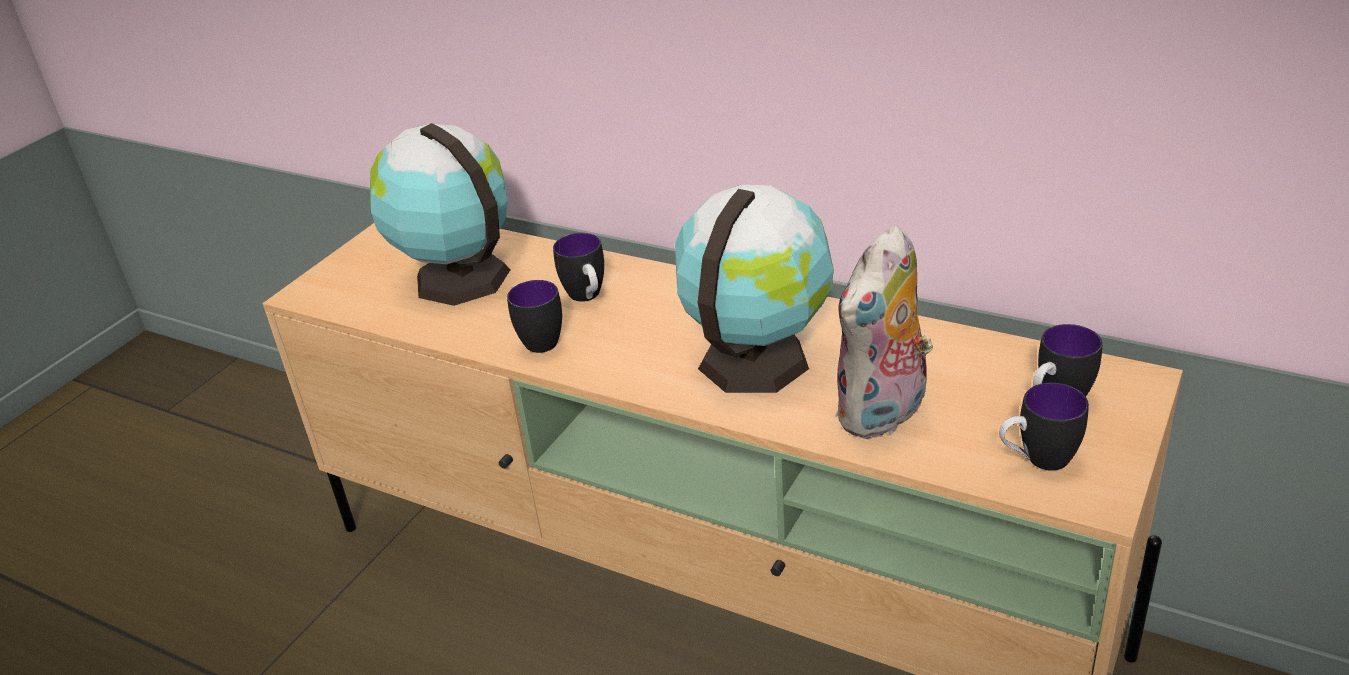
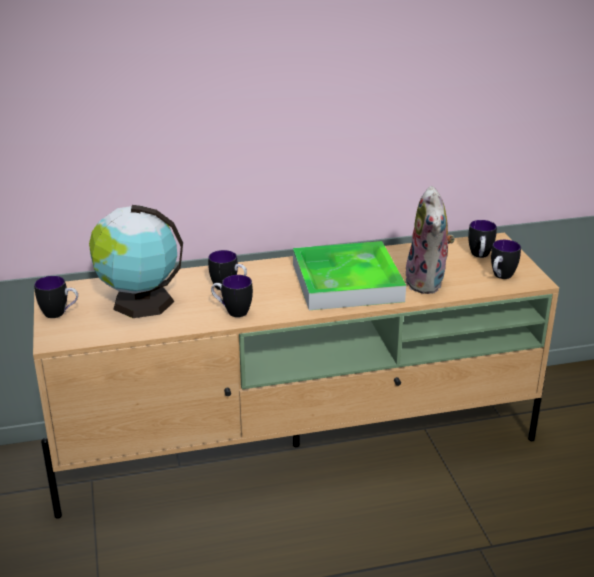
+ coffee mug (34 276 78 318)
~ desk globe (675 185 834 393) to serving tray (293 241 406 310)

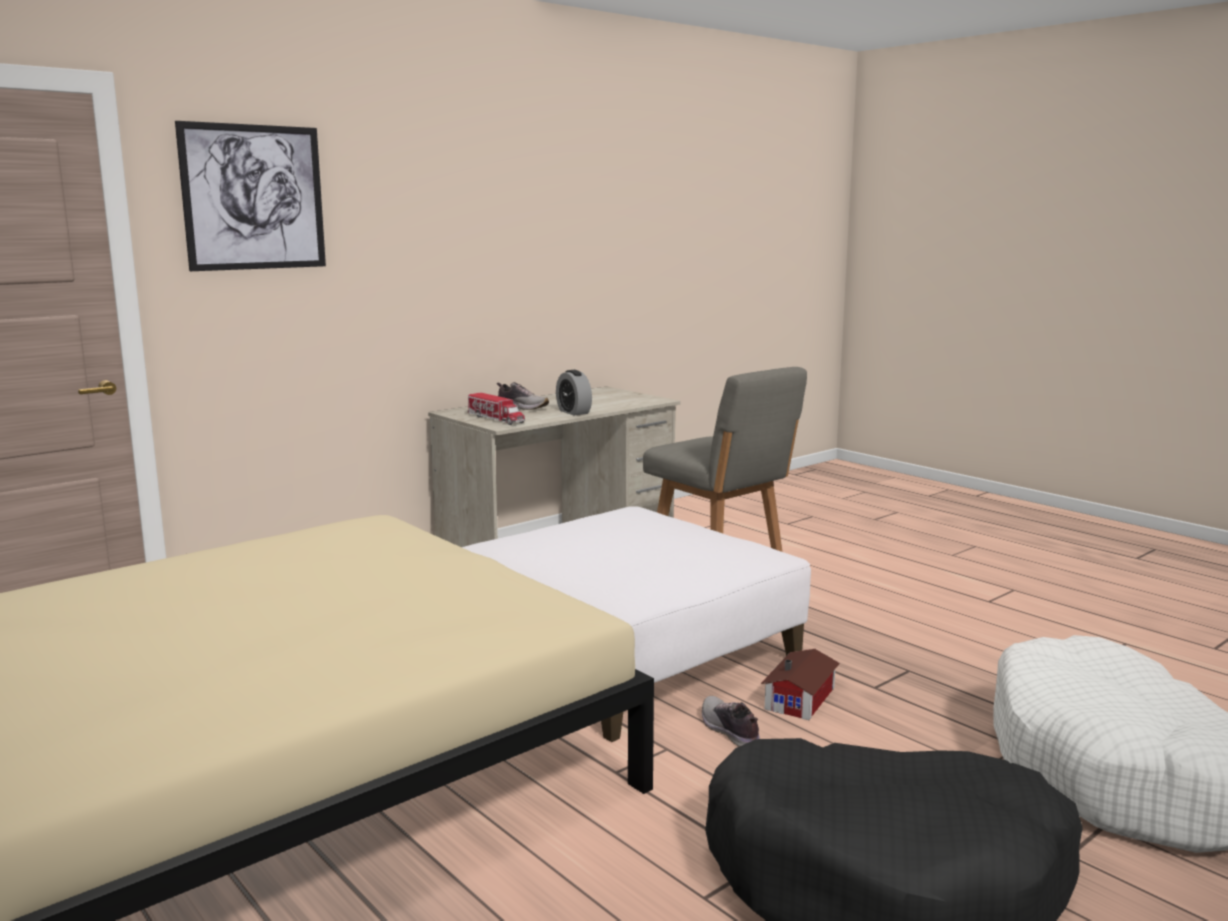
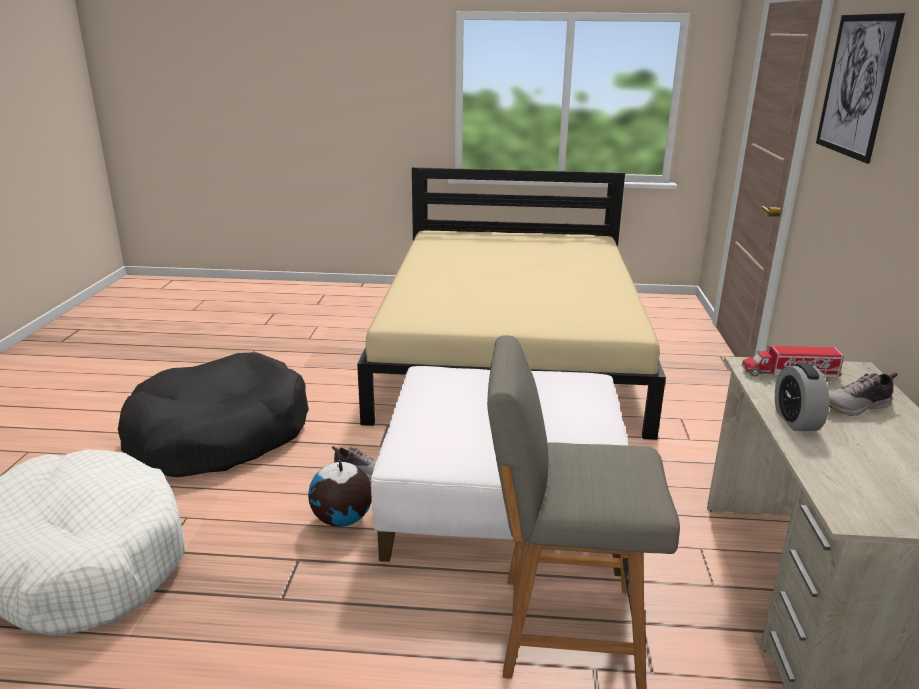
~ miniature house (761 649 840 720) to desk globe (308 460 372 527)
~ alarm clock (556 370 592 416) = (775 363 829 431) 105 degrees counterclockwise

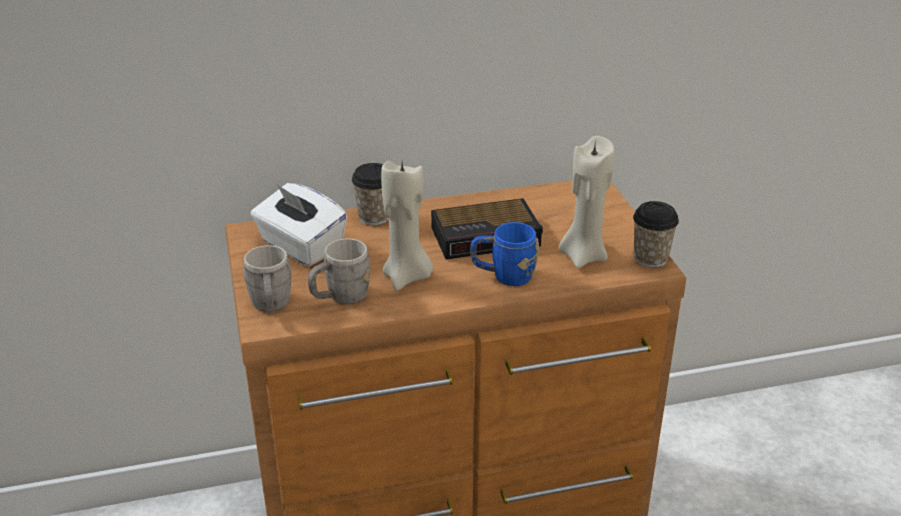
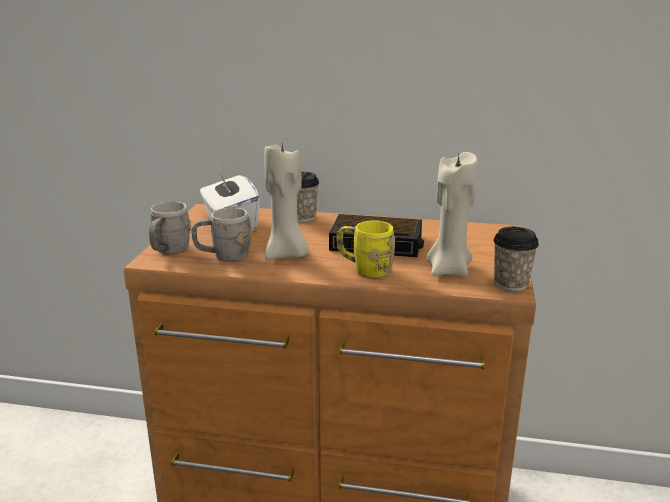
~ coffee mug in blue-coloured (471 222 539 286) to coffee mug in yellow-coloured (337 221 395 278)

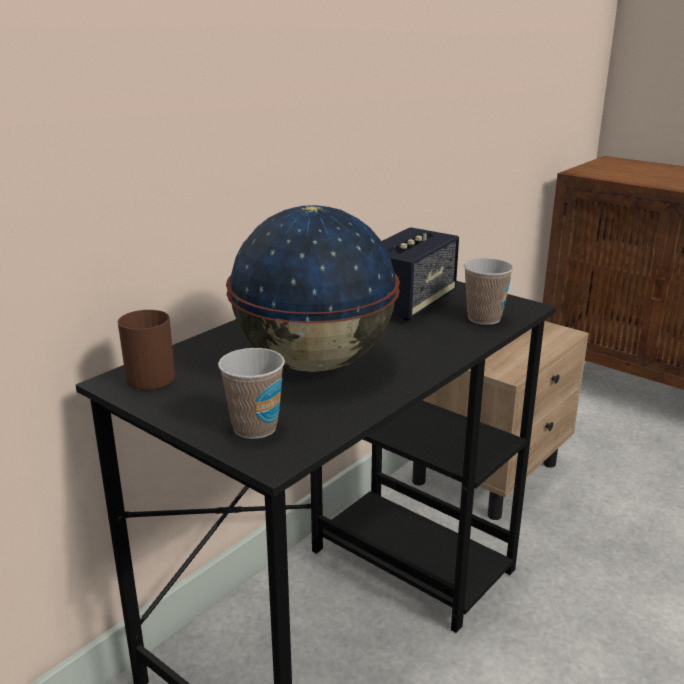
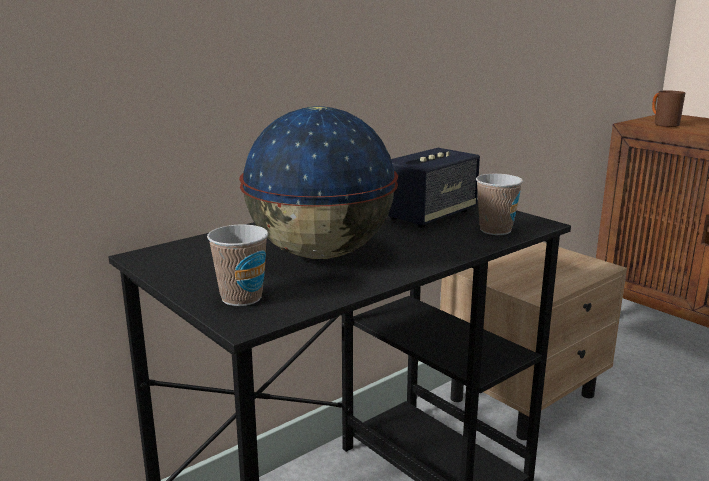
~ coffee mug in brown (118 310 175 390) to (652 90 685 127)

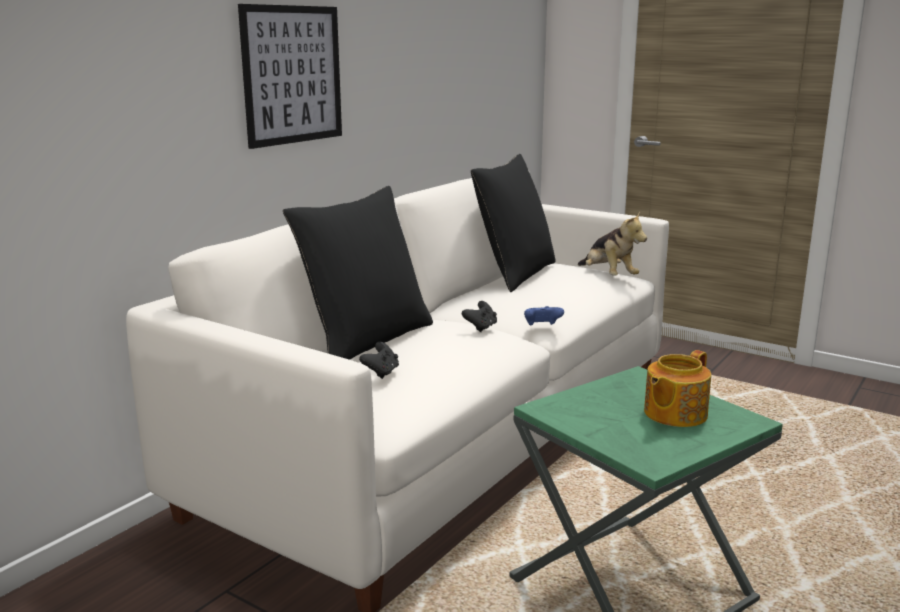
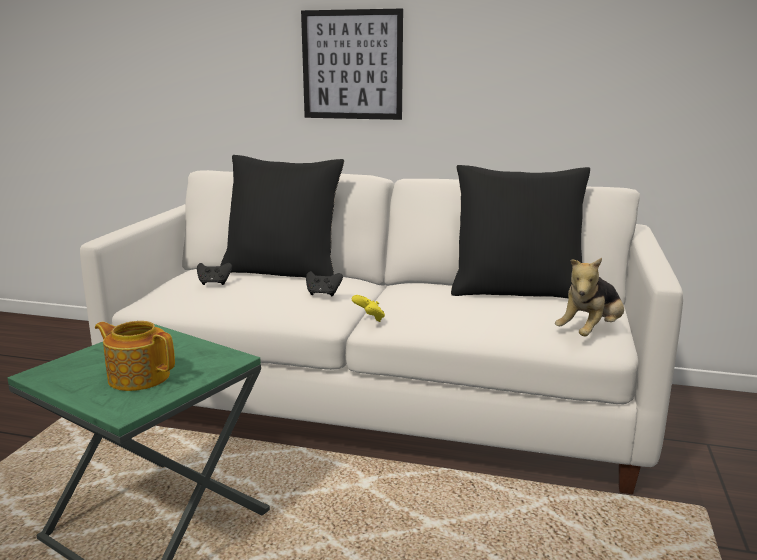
~ joypad in blue-coloured (524 306 564 326) to joypad in yellow-coloured (352 295 385 322)

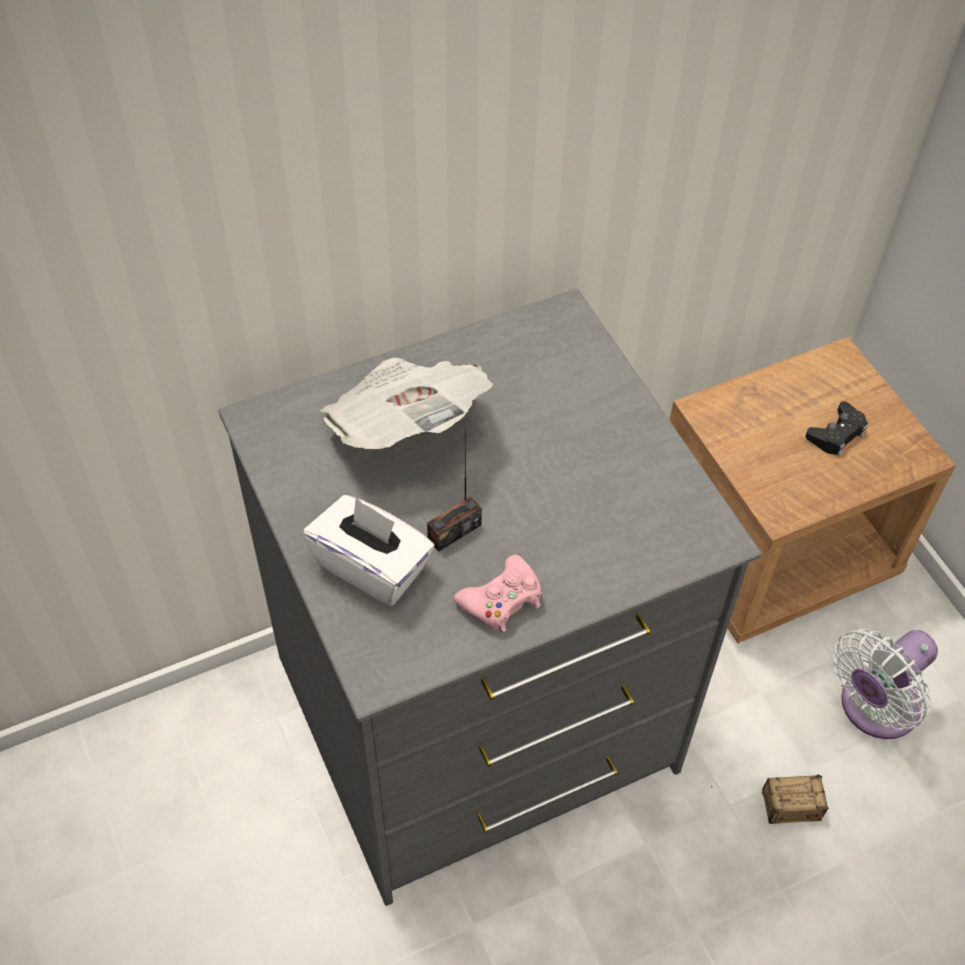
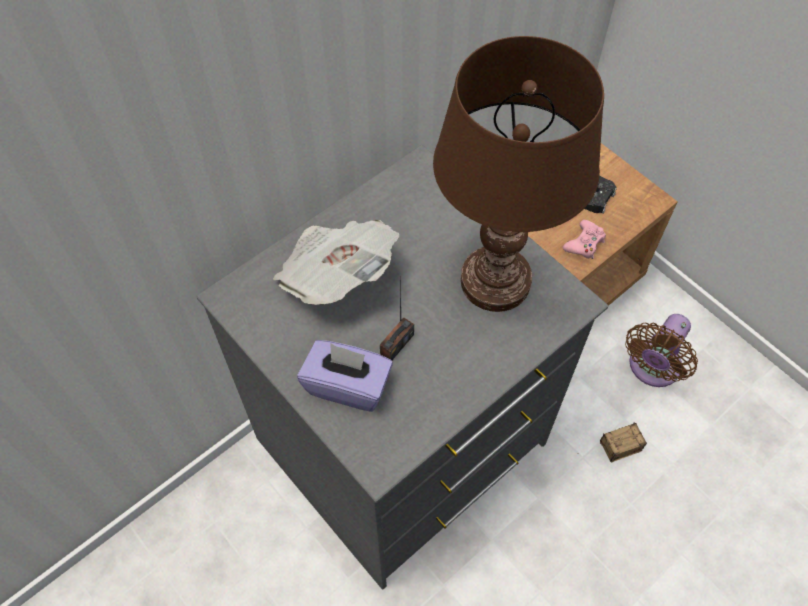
+ table lamp in brown (433 36 604 312)
~ joypad in pink-coloured (454 555 542 633) to (563 220 606 259)
~ tissue box in white-coloured (303 495 434 606) to tissue box in purple-coloured (297 340 393 412)
~ cooling fan in white-coloured (833 629 938 739) to cooling fan in brown (625 314 698 387)

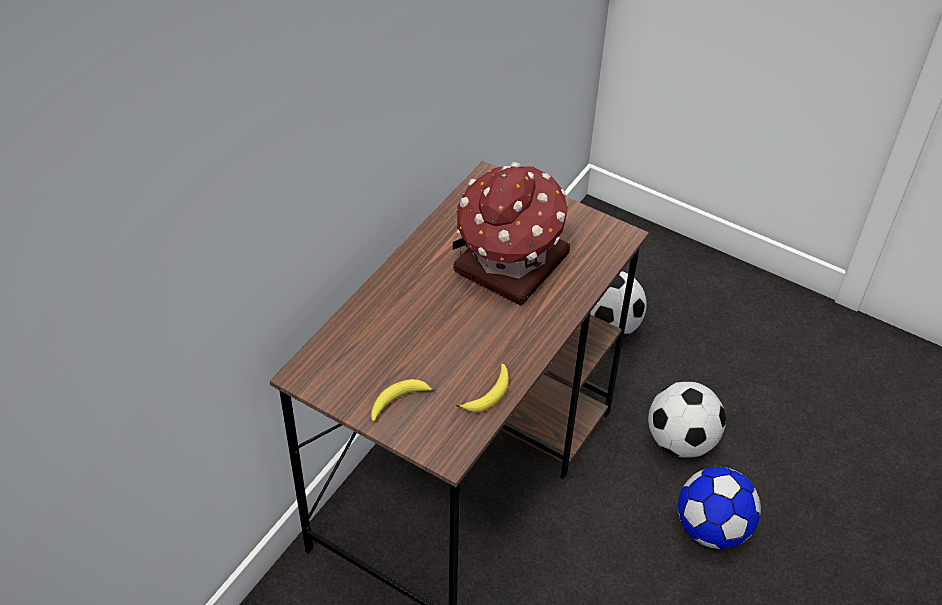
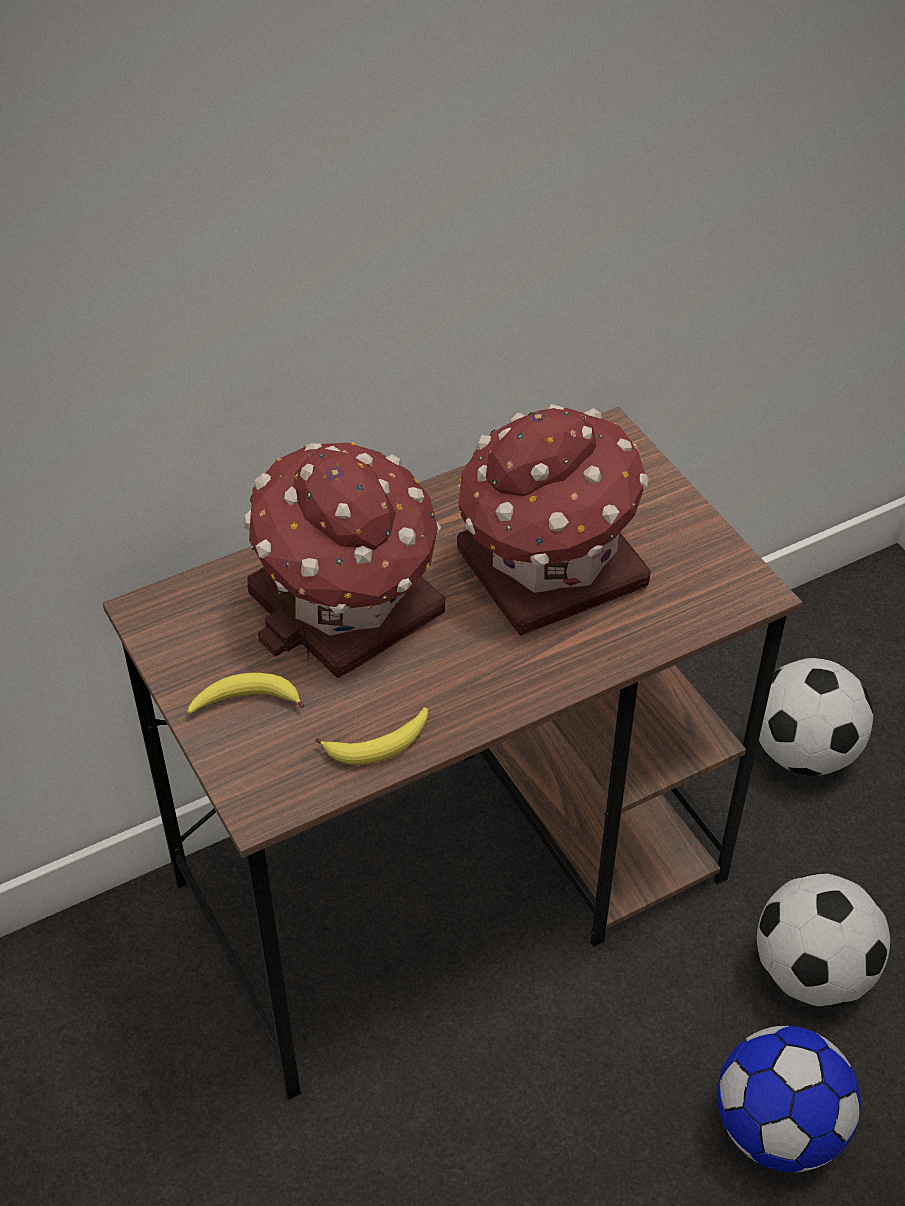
+ miniature house (242 442 446 678)

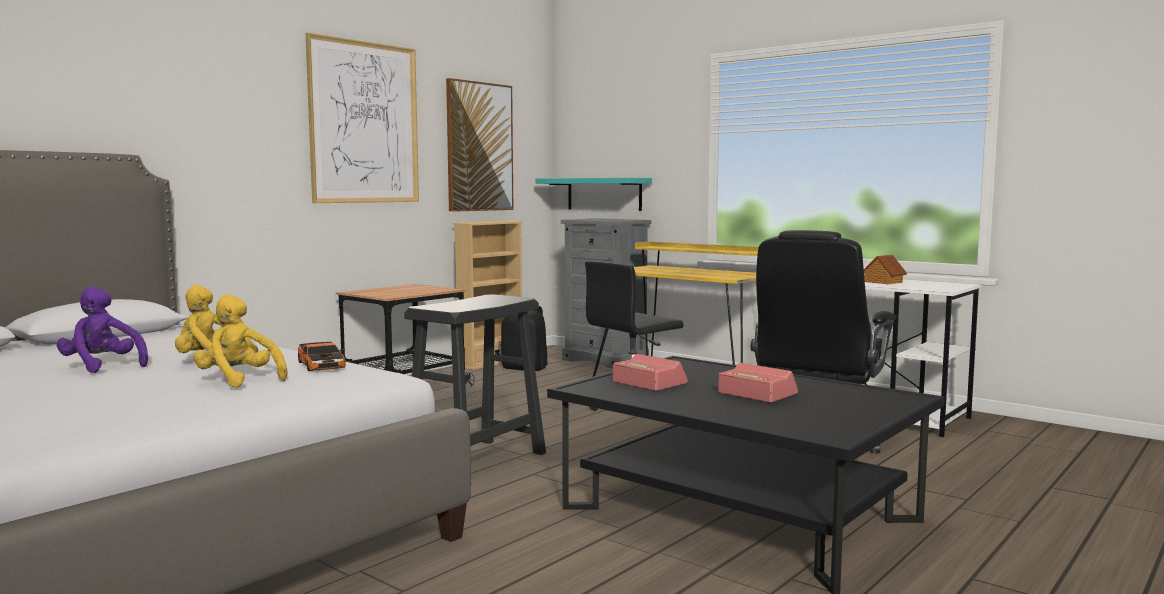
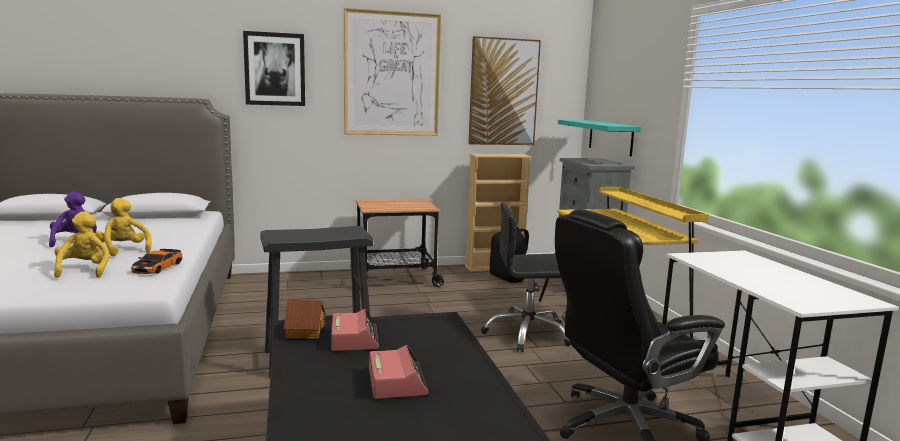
+ wall picture (243 31 305 106)
~ miniature house (864 255 907 284) to (284 300 326 339)

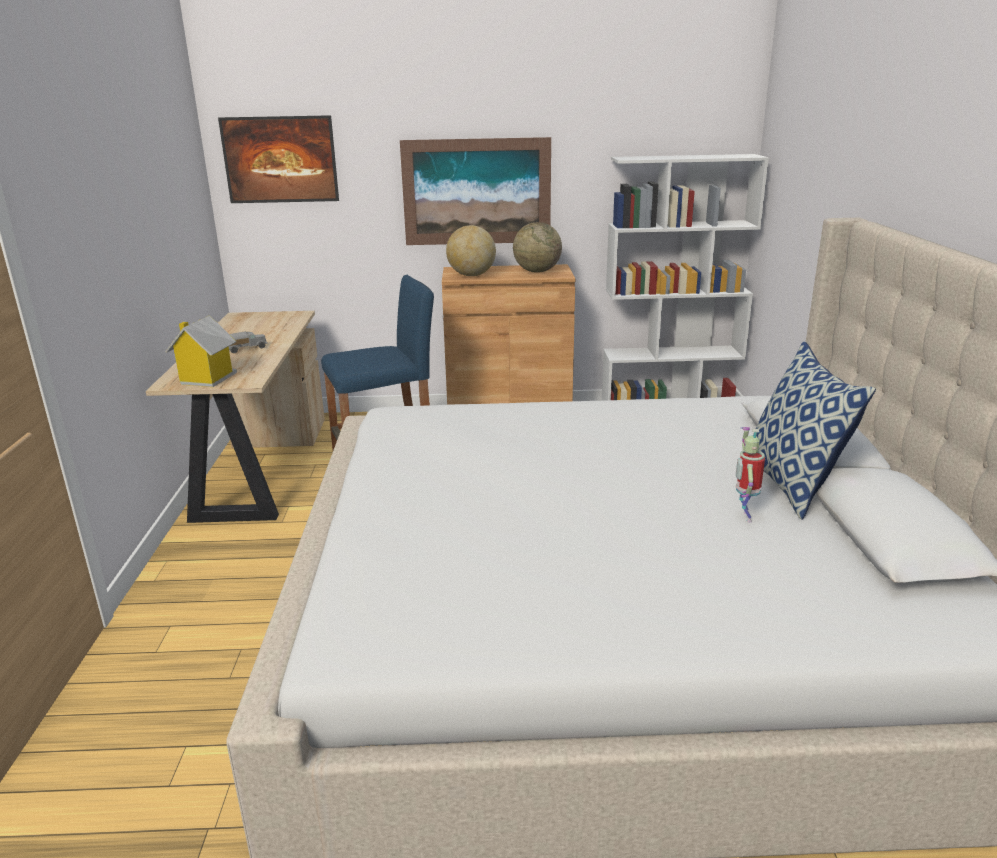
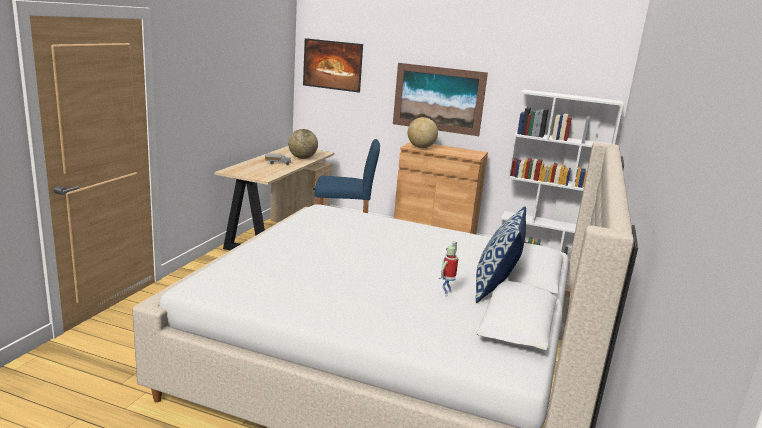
- miniature house (165 315 237 387)
~ desk globe (513 222 562 273) to (288 129 318 159)

